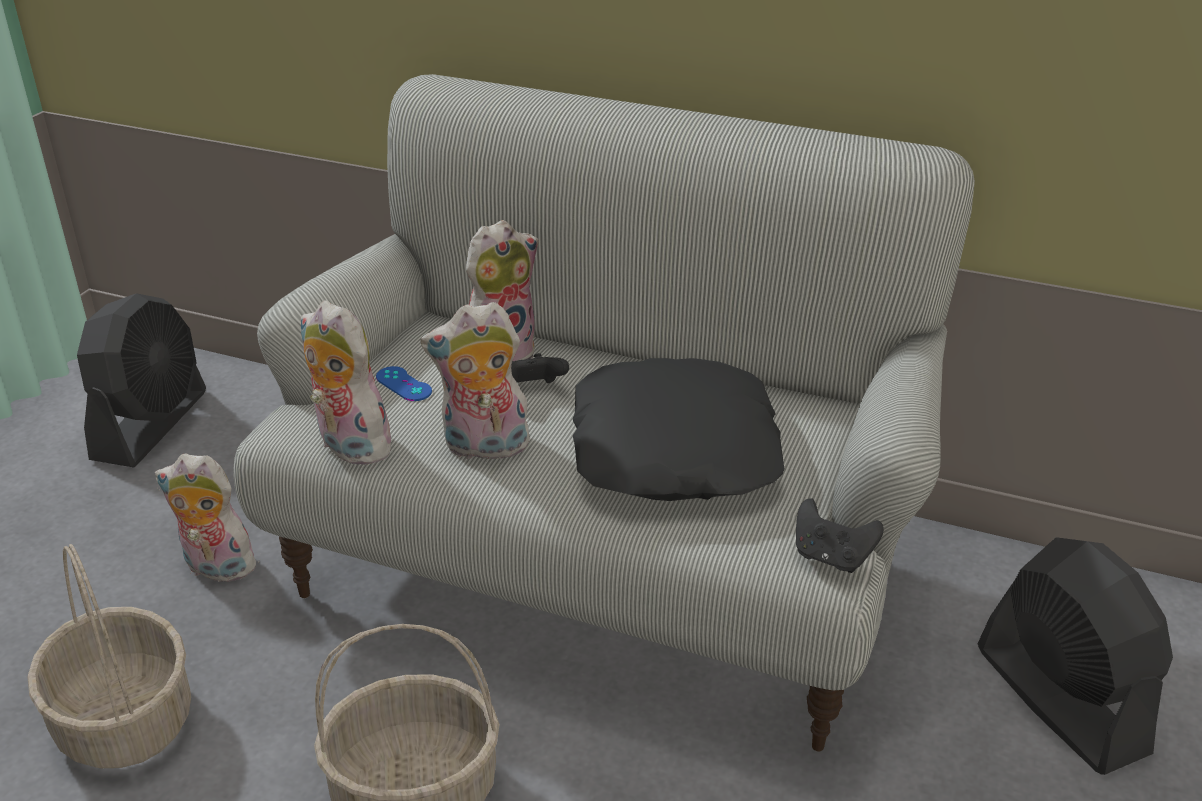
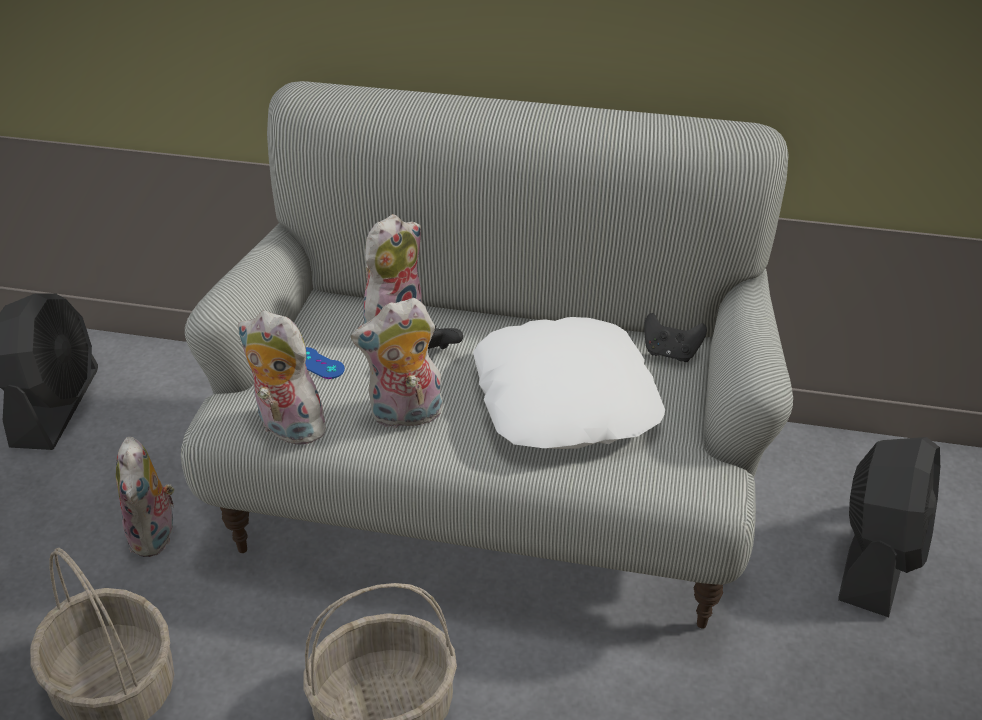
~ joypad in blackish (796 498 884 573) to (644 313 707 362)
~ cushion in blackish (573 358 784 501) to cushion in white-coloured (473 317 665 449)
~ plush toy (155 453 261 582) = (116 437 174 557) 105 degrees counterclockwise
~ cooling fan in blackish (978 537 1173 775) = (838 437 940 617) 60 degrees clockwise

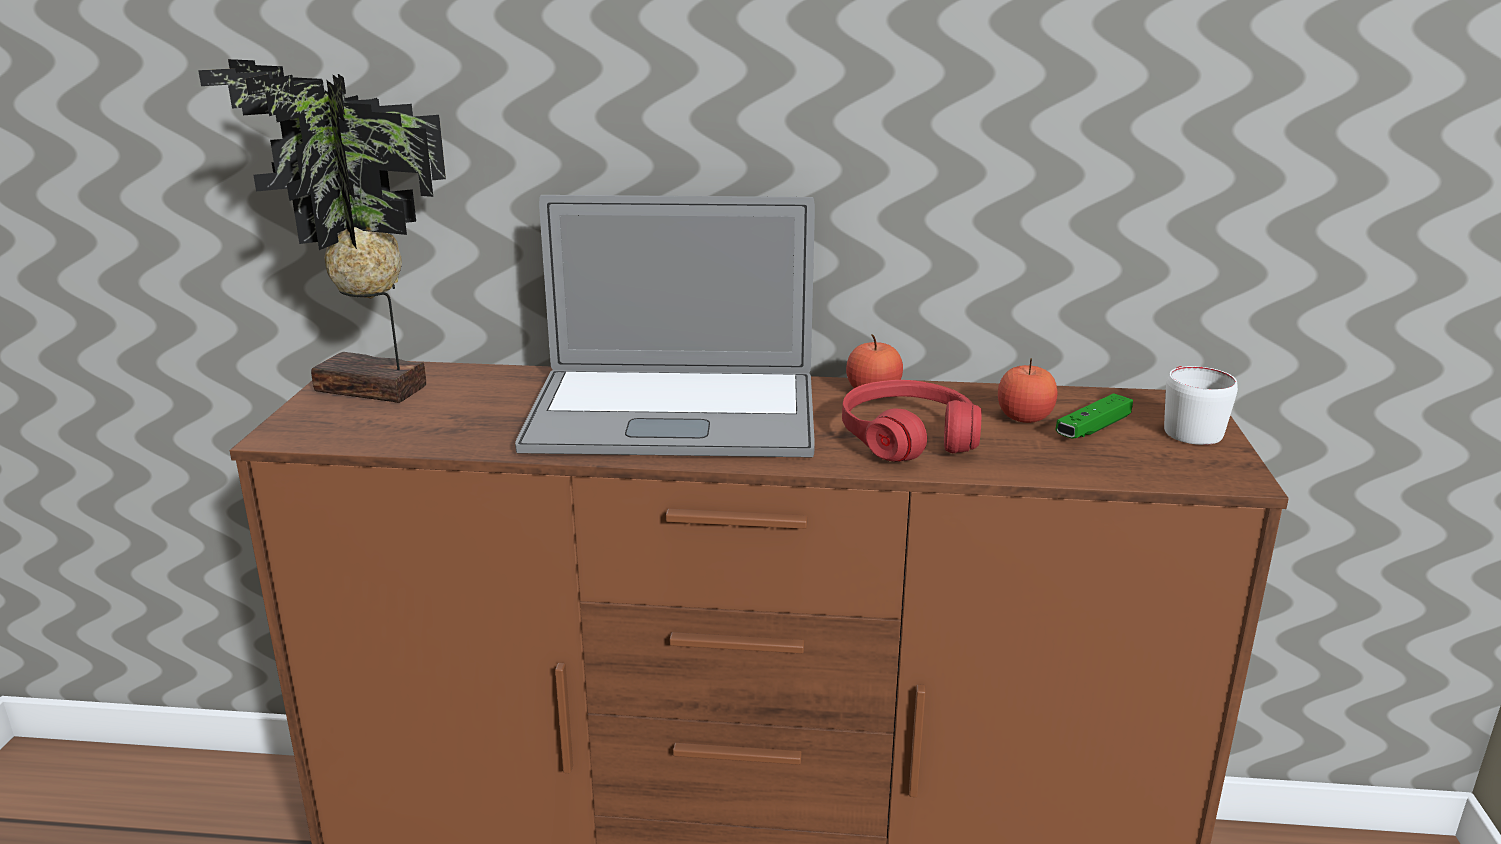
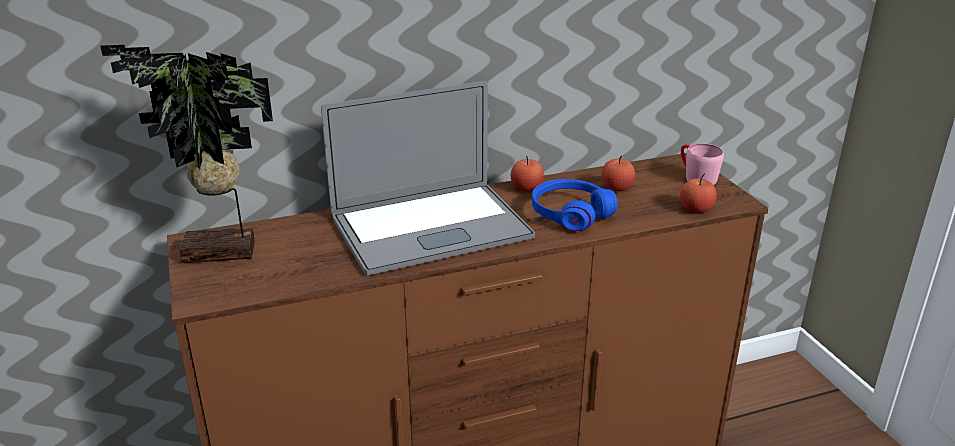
- joypad in green (1055 393 1133 439)
+ apple (680 173 717 213)
~ headset in red-coloured (842 380 982 462) to headset in blue-coloured (532 179 618 231)
~ coffee mug in white-coloured (1164 366 1238 445) to coffee mug in pink-coloured (681 144 724 185)

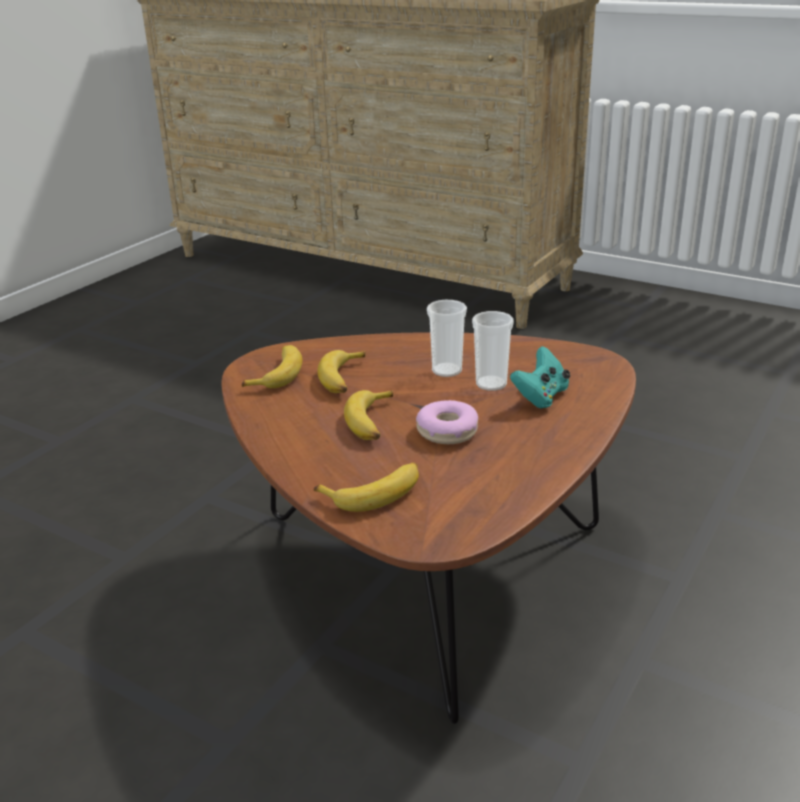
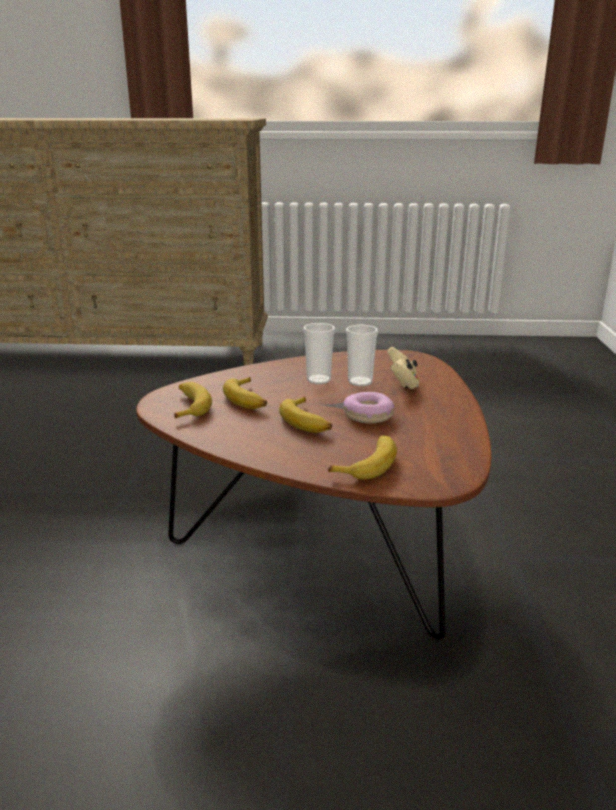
~ joypad in blue-green (510 346 571 409) to joypad in sand-coloured (387 347 420 389)

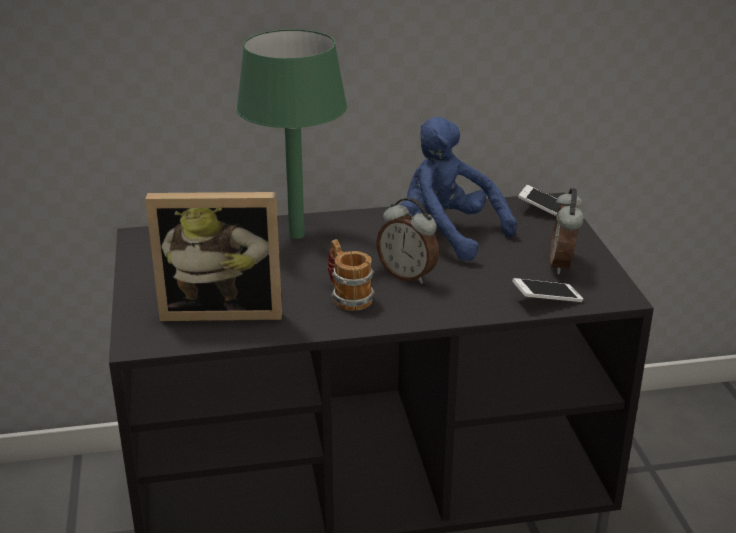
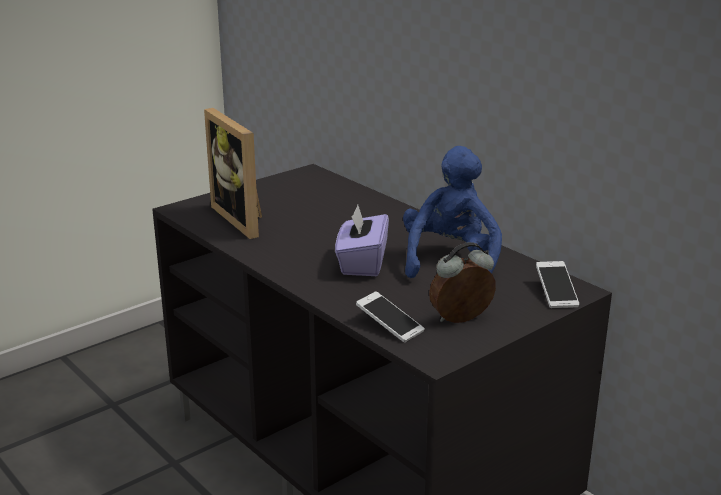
- table lamp in green (236 29 347 239)
- coffee mug (327 239 375 311)
~ alarm clock (376 198 439 284) to tissue box in purple-coloured (335 205 389 276)

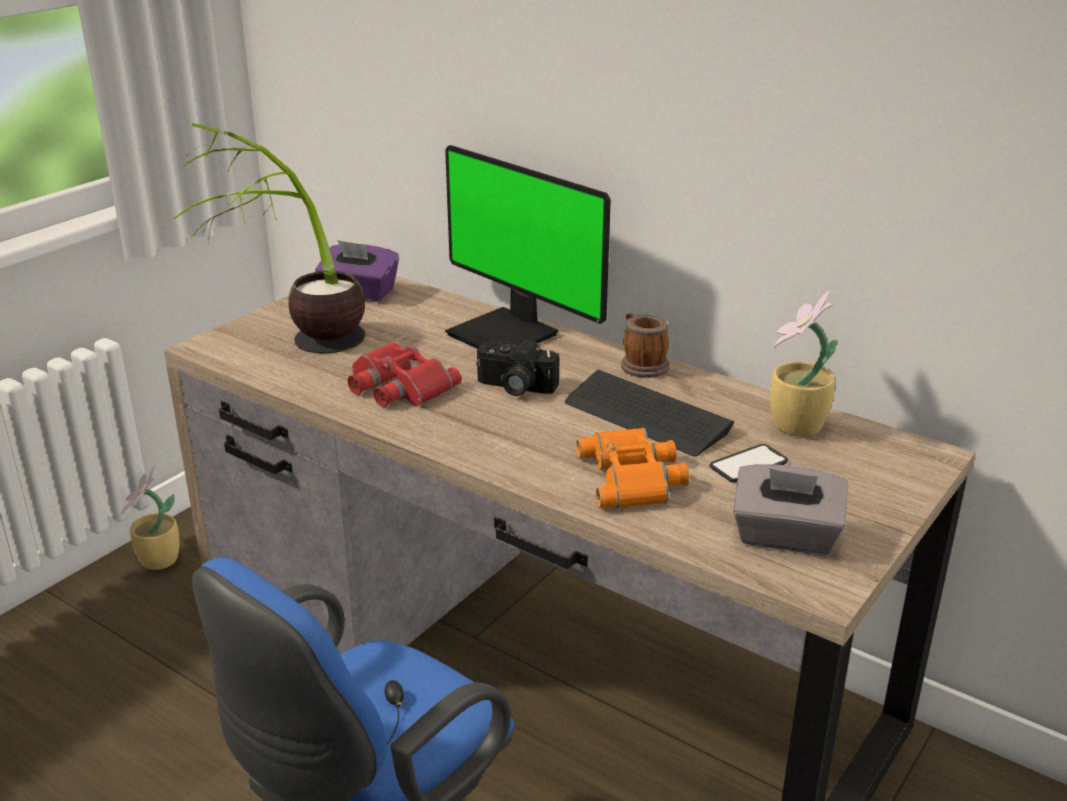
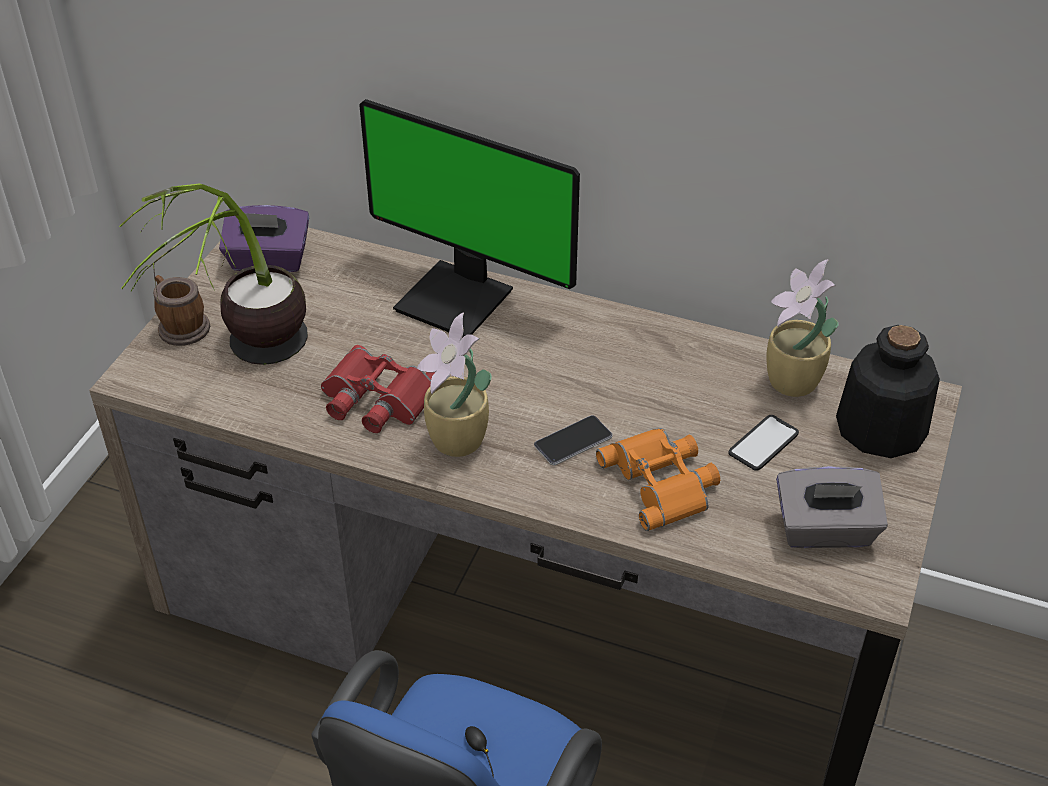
- still camera (476 340 559 396)
- computer keyboard (565 370 734 456)
+ phone (534 415 613 465)
+ drink bottle (836 325 940 458)
~ houseplant (121 464 179 570) to (417 313 492 457)
~ coffee mug (621 313 670 378) to (153 275 210 346)

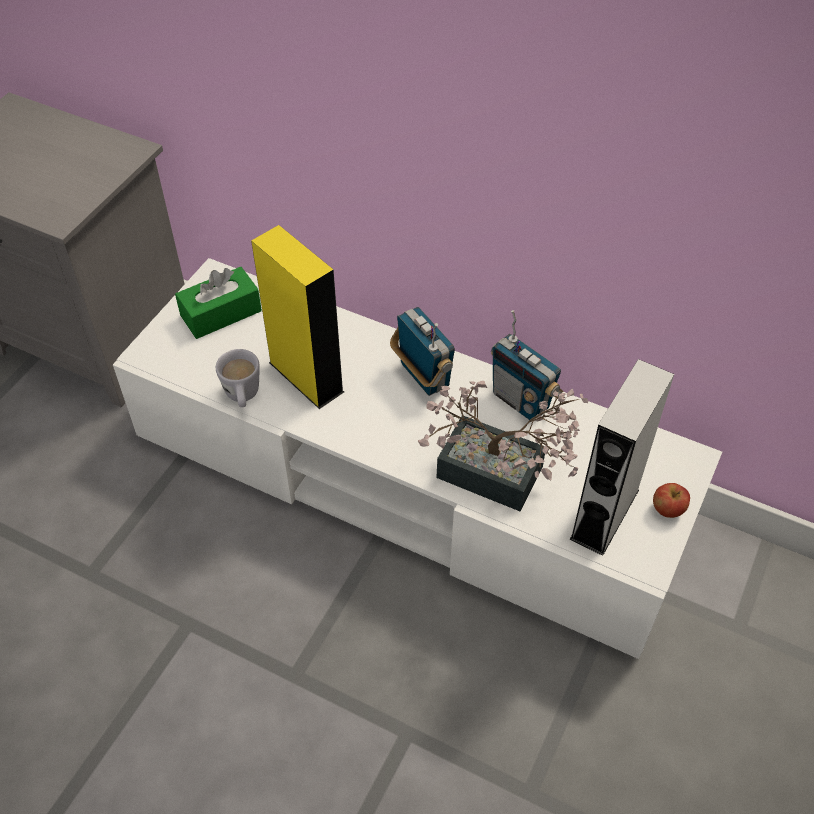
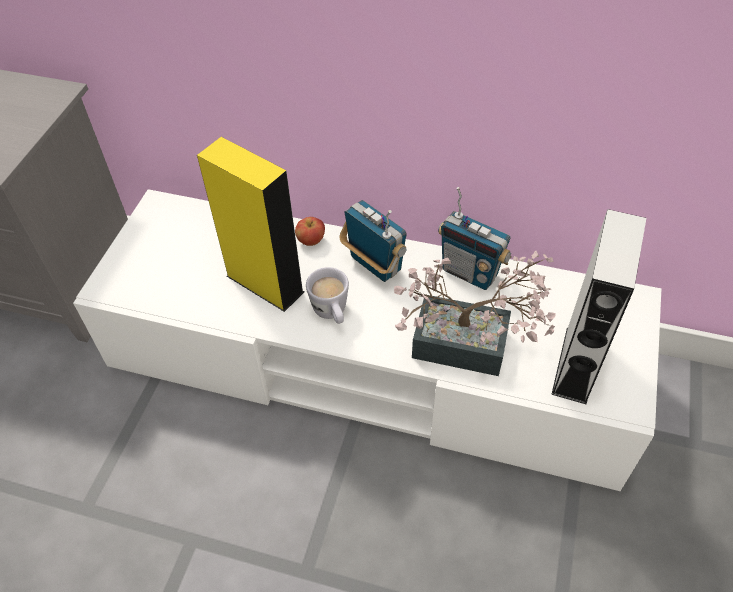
- tissue box in green (175 267 262 339)
~ coffee mug in white-coloured (216 349 260 407) to (306 267 349 324)
~ apple (653 483 690 518) to (295 217 325 246)

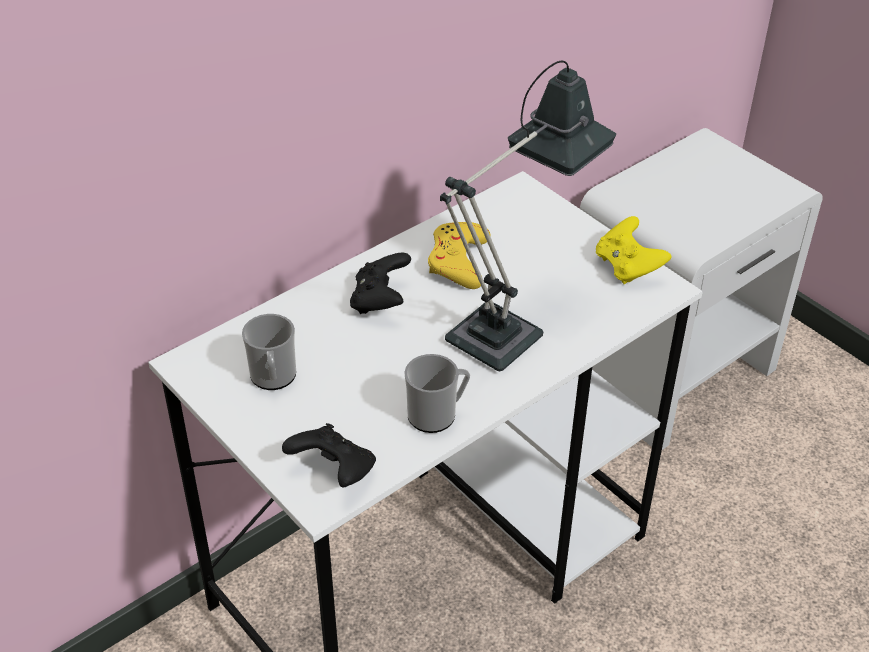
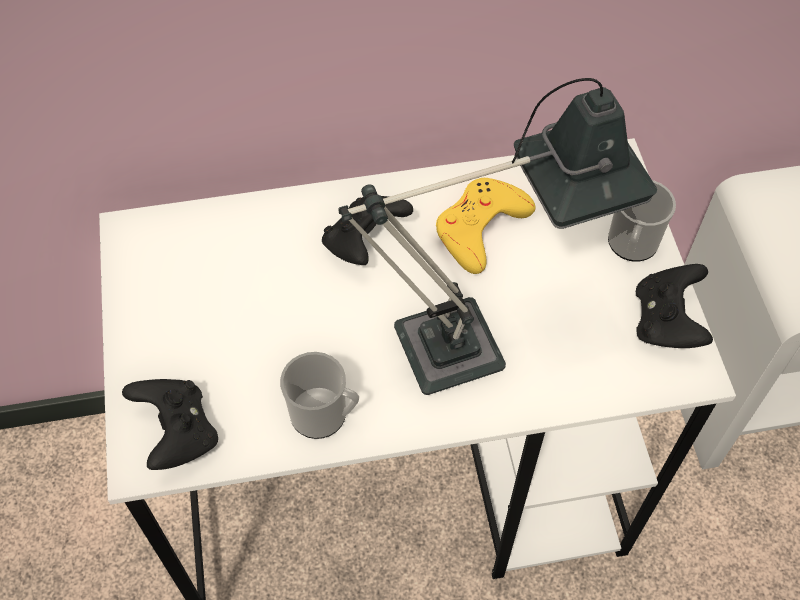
~ coffee mug (242 314 296 390) to (608 180 676 262)
~ joypad in yellow-coloured (596 216 672 284) to joypad in blackish (636 264 713 348)

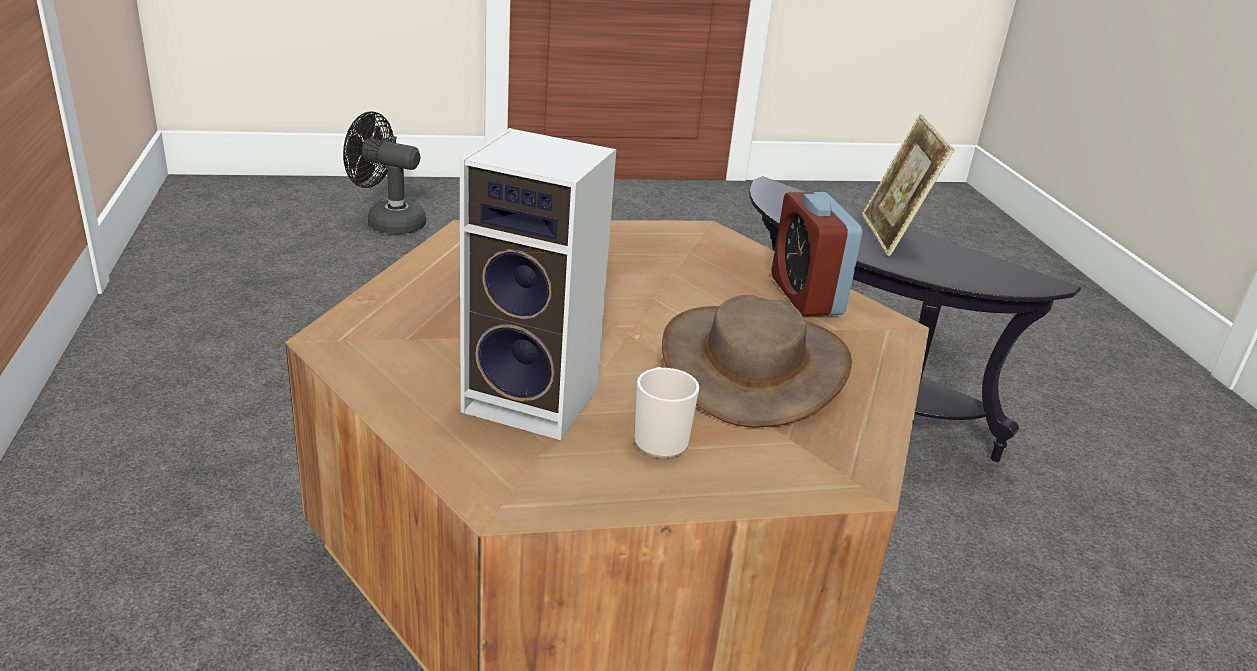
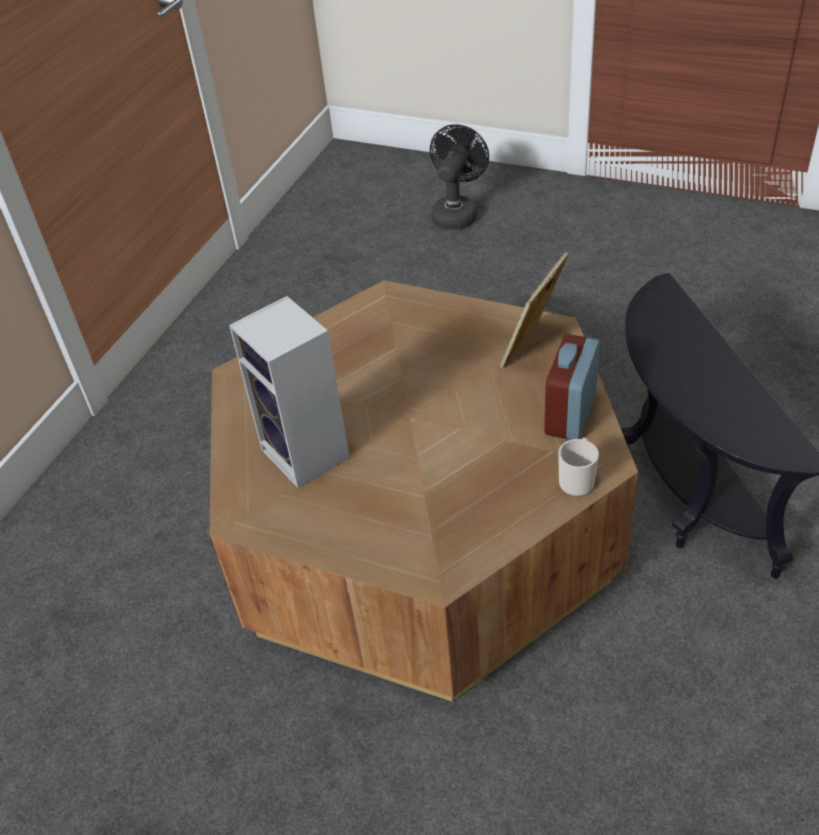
- clothing hat in brown (662 295 852 428)
~ coffee mug (634 367 699 459) to (558 437 599 496)
~ photo frame (862 114 954 256) to (500 252 568 368)
~ cooling fan in blackish (343 112 426 234) = (430 124 489 230) 60 degrees clockwise

